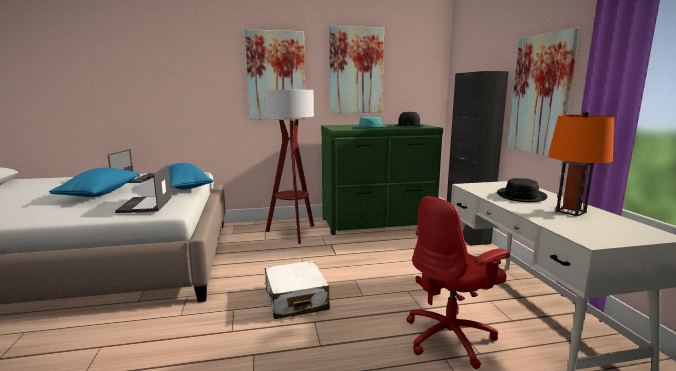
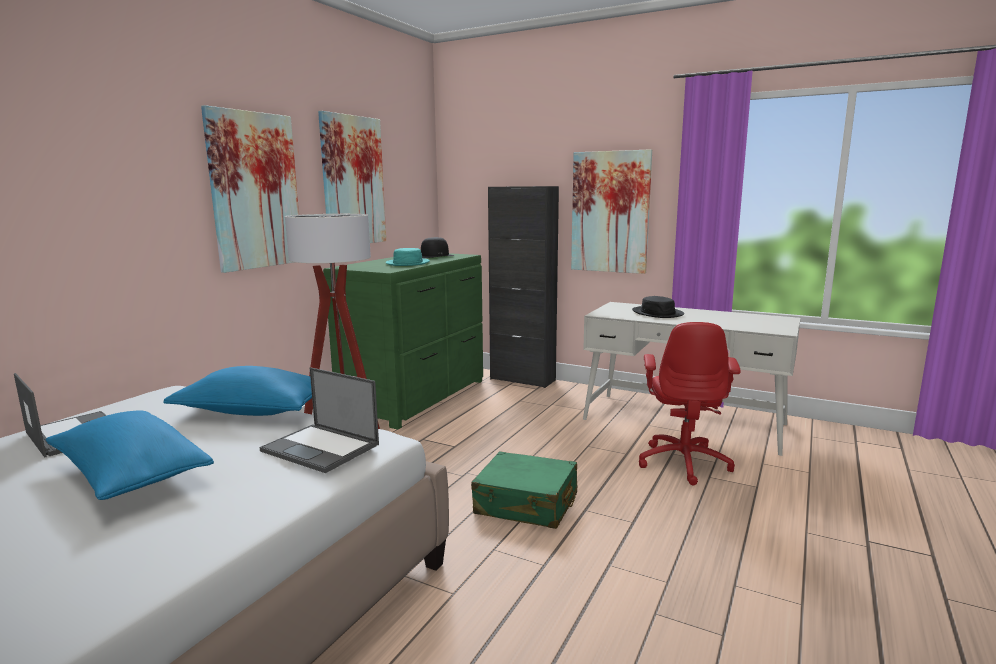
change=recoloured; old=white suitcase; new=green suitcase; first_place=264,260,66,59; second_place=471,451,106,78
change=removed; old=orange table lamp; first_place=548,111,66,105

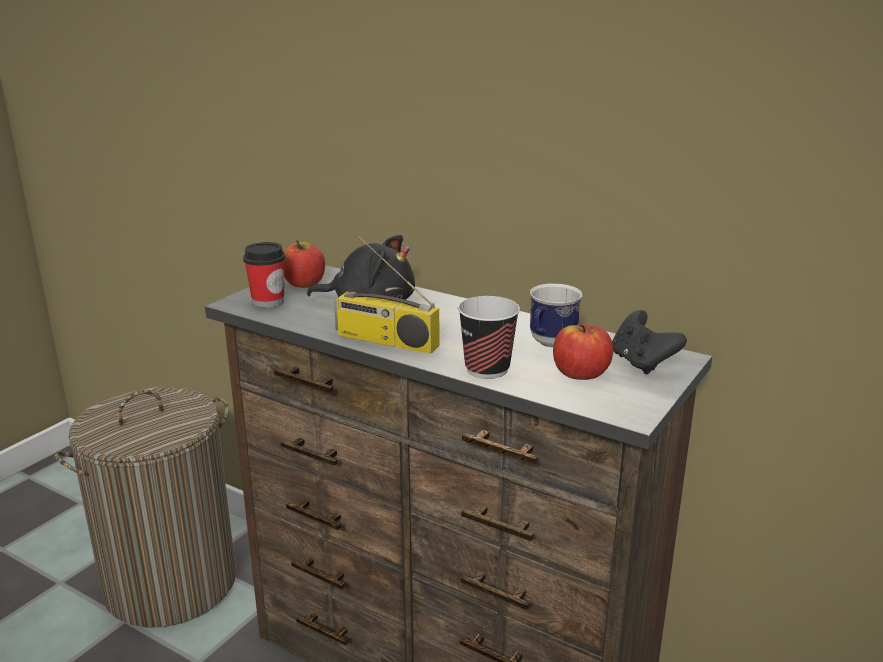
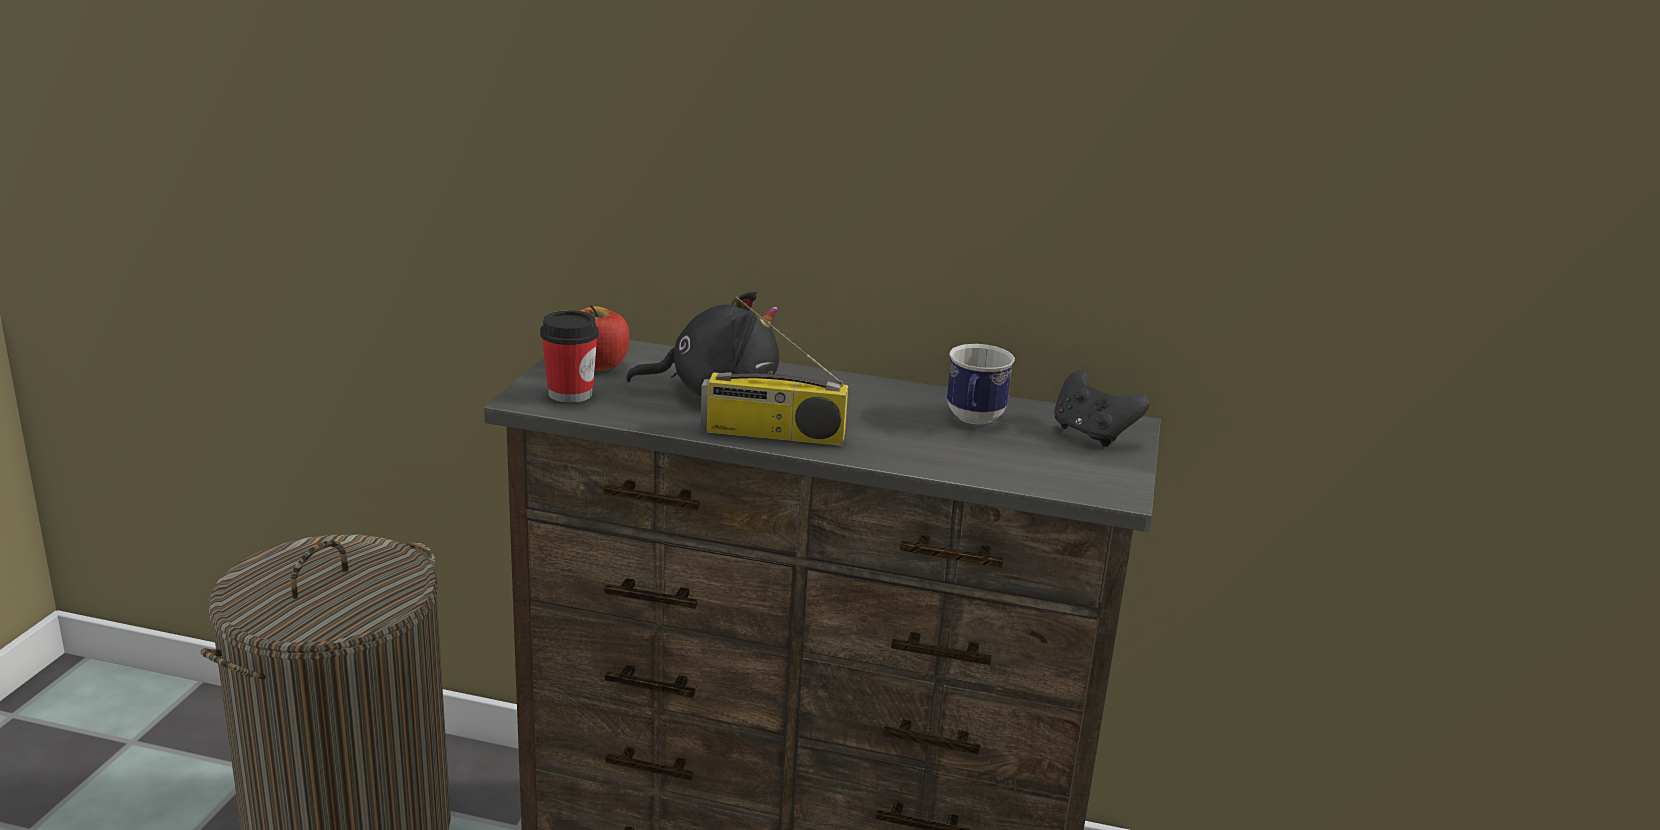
change=removed; old=cup; first_place=458,296,62,83
change=removed; old=apple; first_place=553,324,60,56

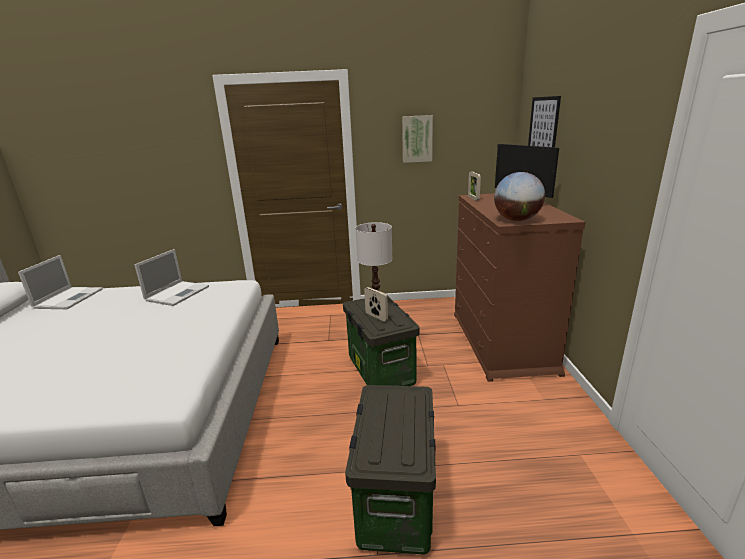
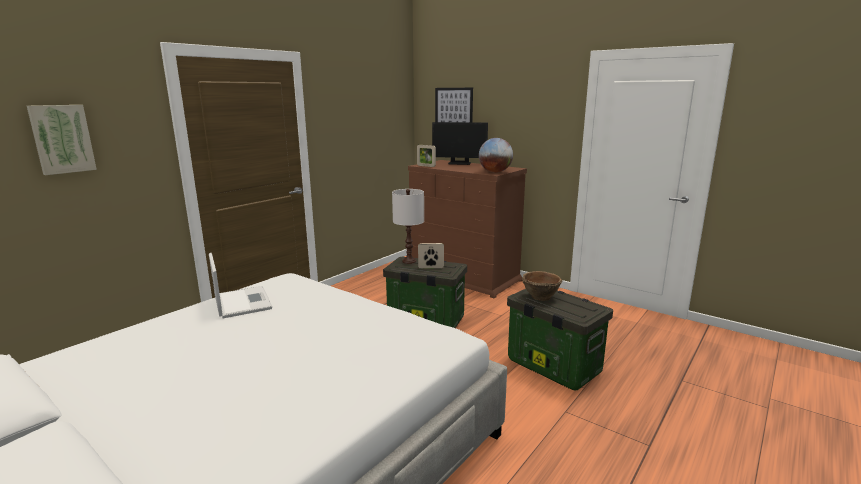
change=moved; old=picture; first_place=402,115,31,48; second_place=27,105,70,70
change=added; new=brown bowl; second_place=522,271,40,30
change=removed; old=laptop; first_place=18,255,85,54

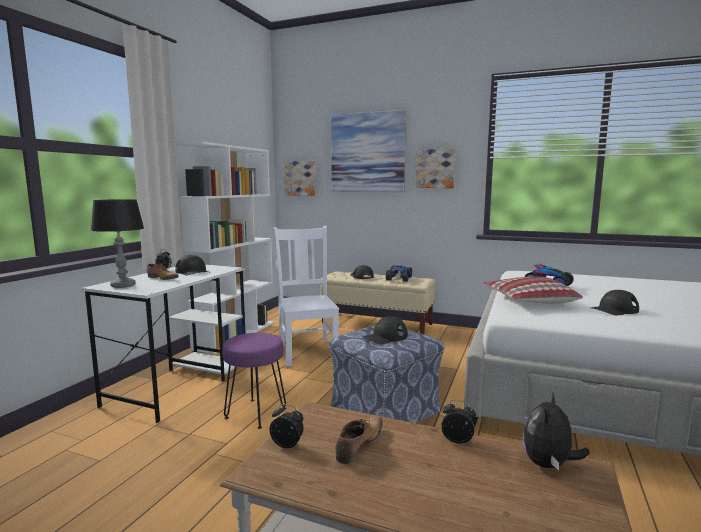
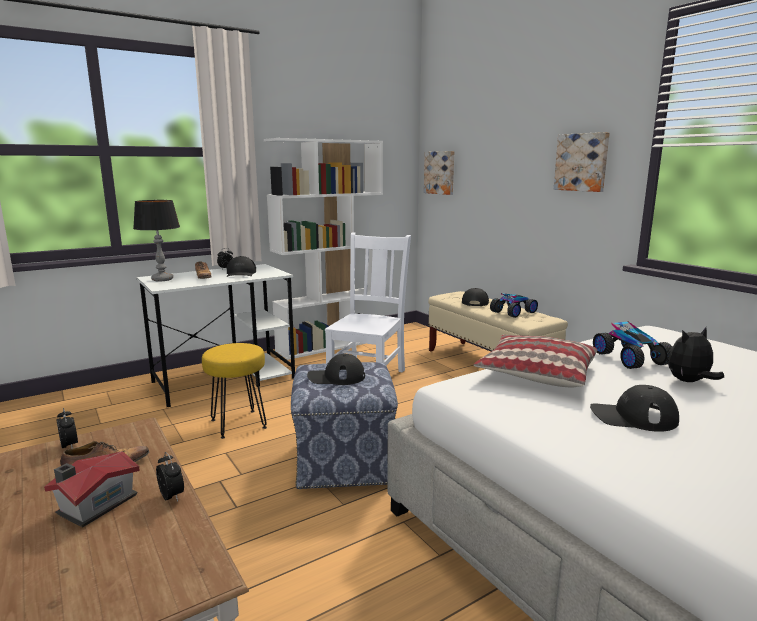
change=added; new=toy house; second_place=44,451,96,76
change=recoloured; old=purple stool; new=yellow stool; first_place=222,333,64,96; second_place=202,343,65,96
change=moved; old=plush toy; first_place=523,392,67,78; second_place=668,327,56,55
change=removed; old=picture; first_place=331,110,75,82

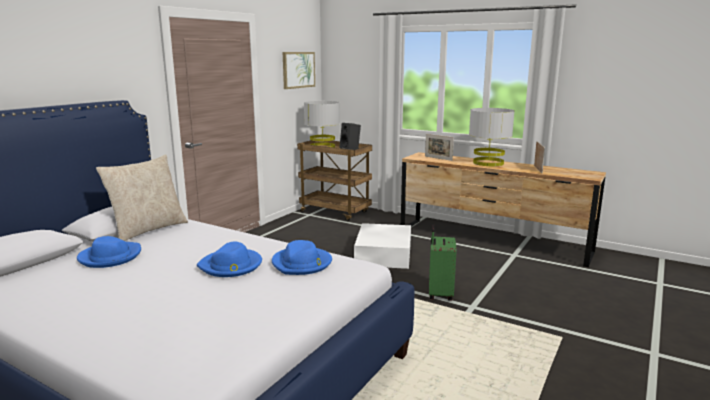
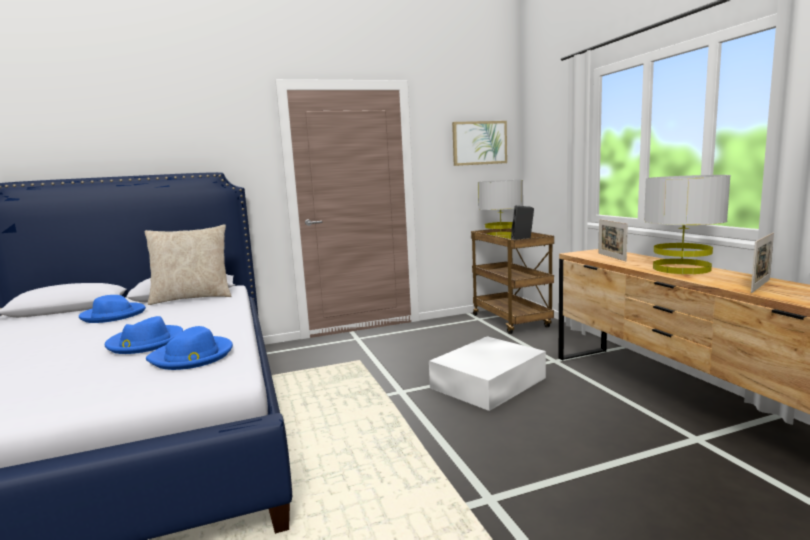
change=removed; old=green suitcase; first_place=429,224,28,77

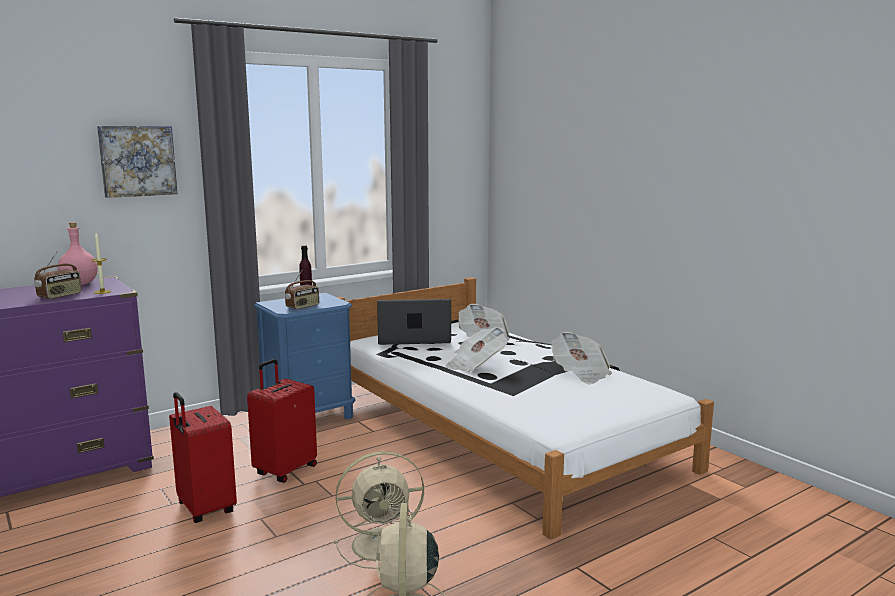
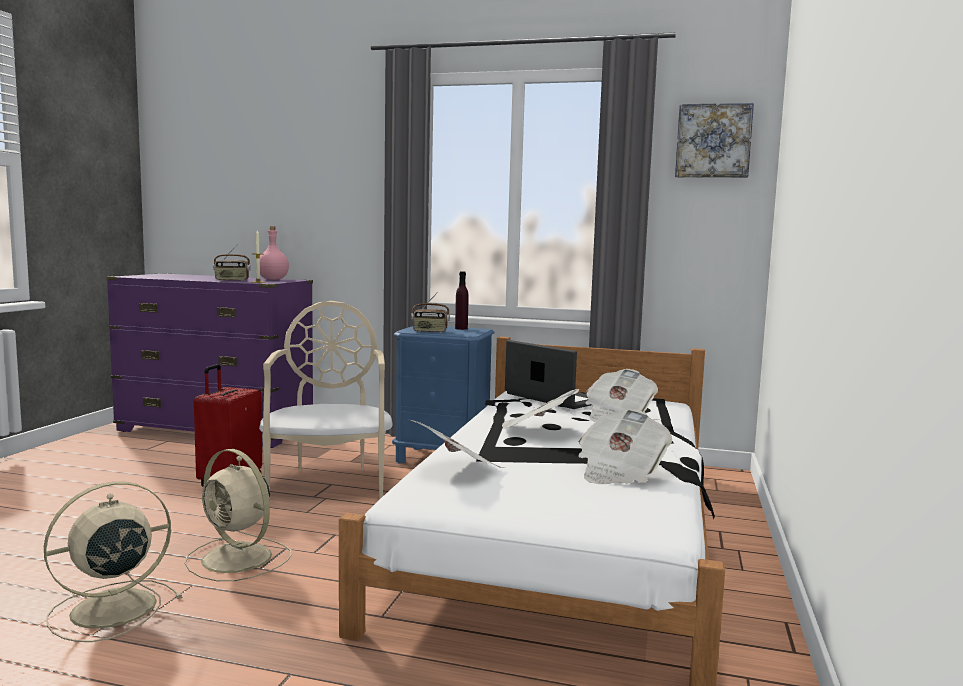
change=replaced; old=red suitcase; new=beige chair; first_place=247,359,70,124; second_place=259,301,134,199
change=added; new=newspaper; second_place=411,420,93,48
change=moved; old=picture; first_place=97,126,81,72; second_place=675,103,79,75

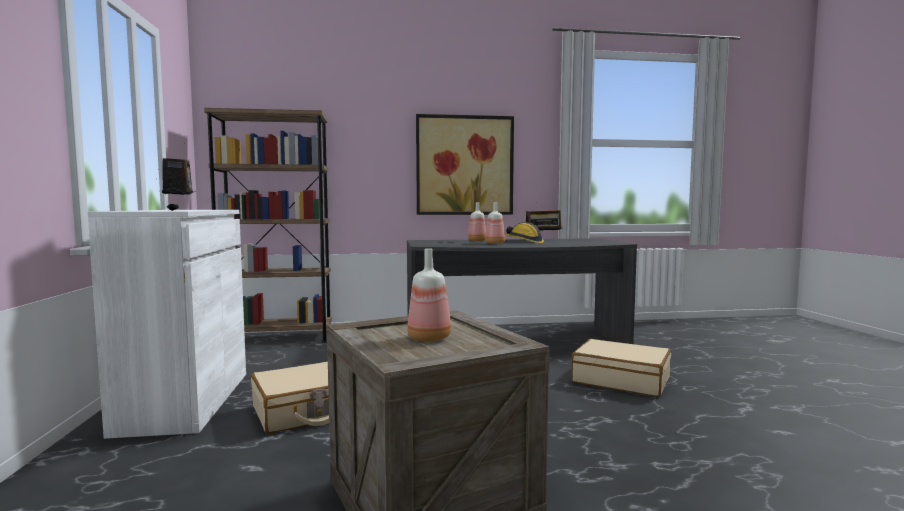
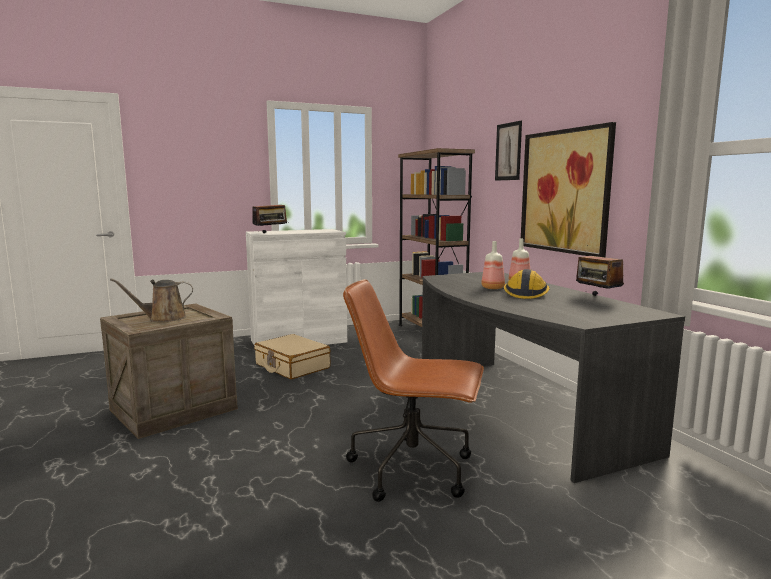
change=replaced; old=bottle; new=brown watering can; first_place=407,248,44,94; second_place=110,278,83,44
change=replaced; old=beige suitcase; new=brown office chair; first_place=571,339,100,58; second_place=343,279,141,223
change=added; new=picture; second_place=495,121,27,60

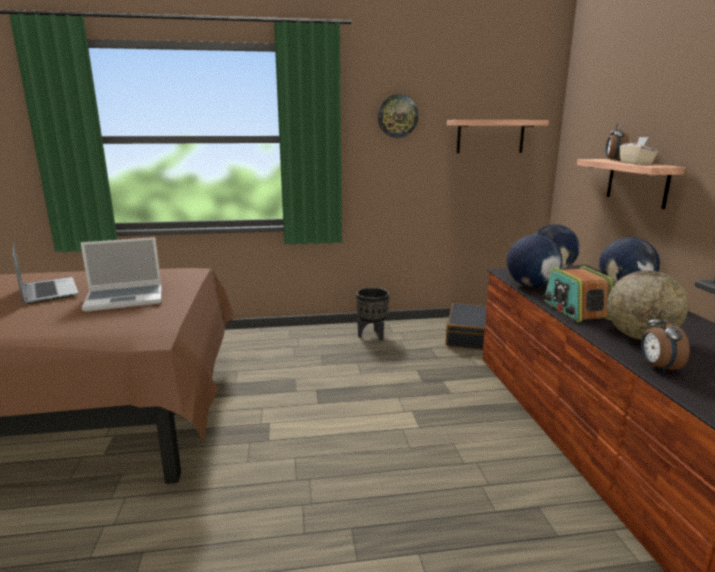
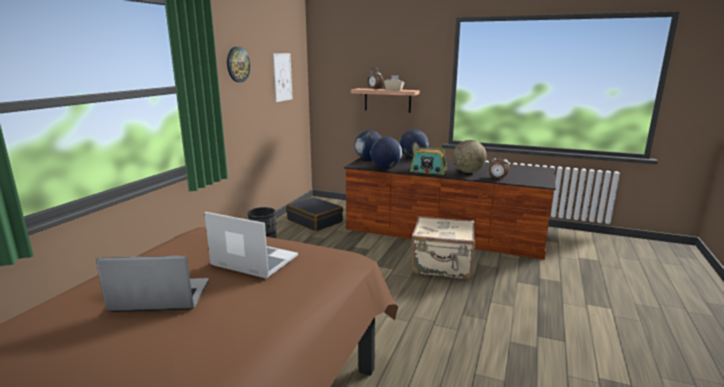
change=turned; old=laptop; first_place=80,237,82,75; second_place=204,212,94,67; degrees=-75
change=replaced; old=shelf; new=picture; first_place=447,120,102,33; second_place=273,53,20,49
change=added; new=beige suitcase; second_place=411,216,64,64

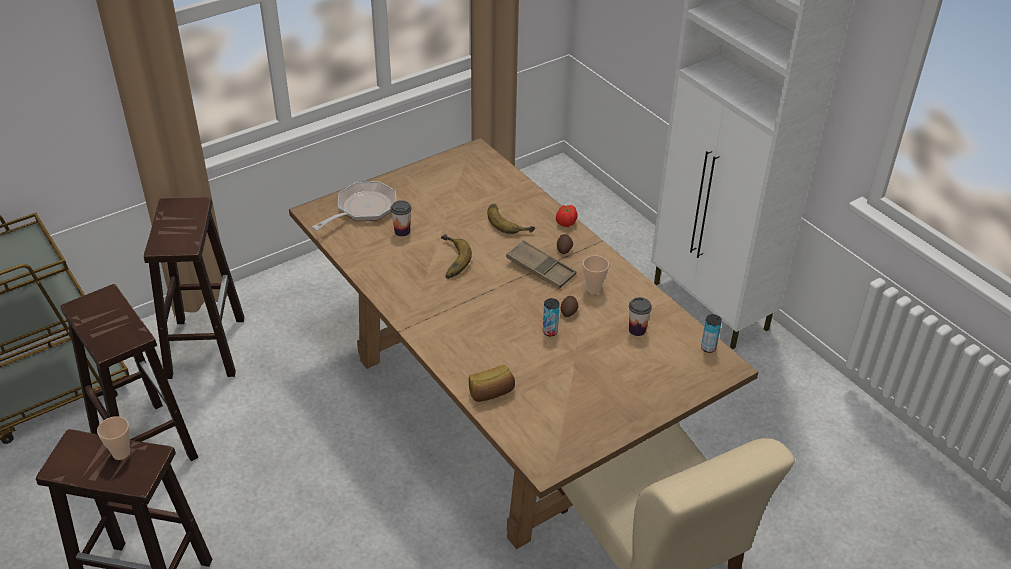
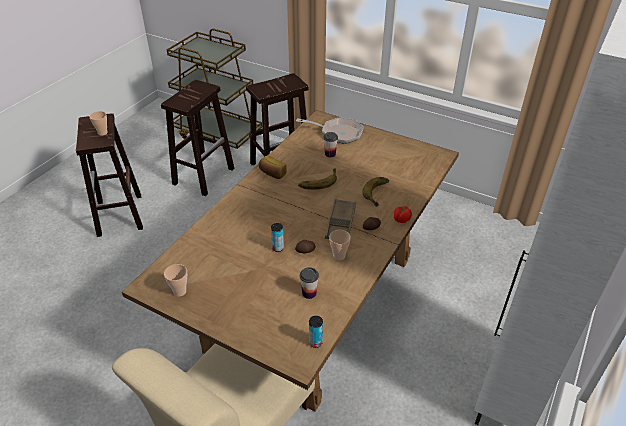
change=added; new=cup; second_place=164,264,23,33
change=moved; old=bread; first_place=469,365,46,37; second_place=258,155,29,24

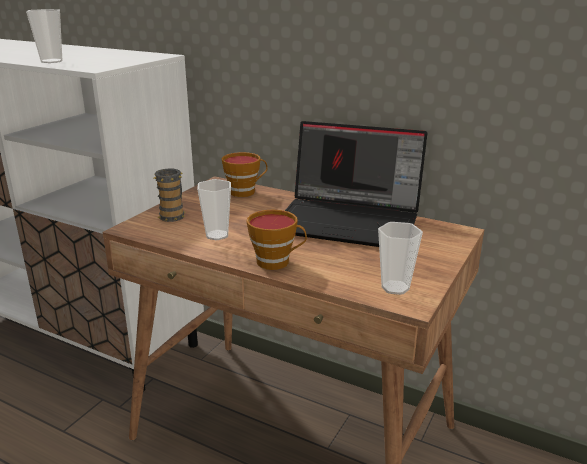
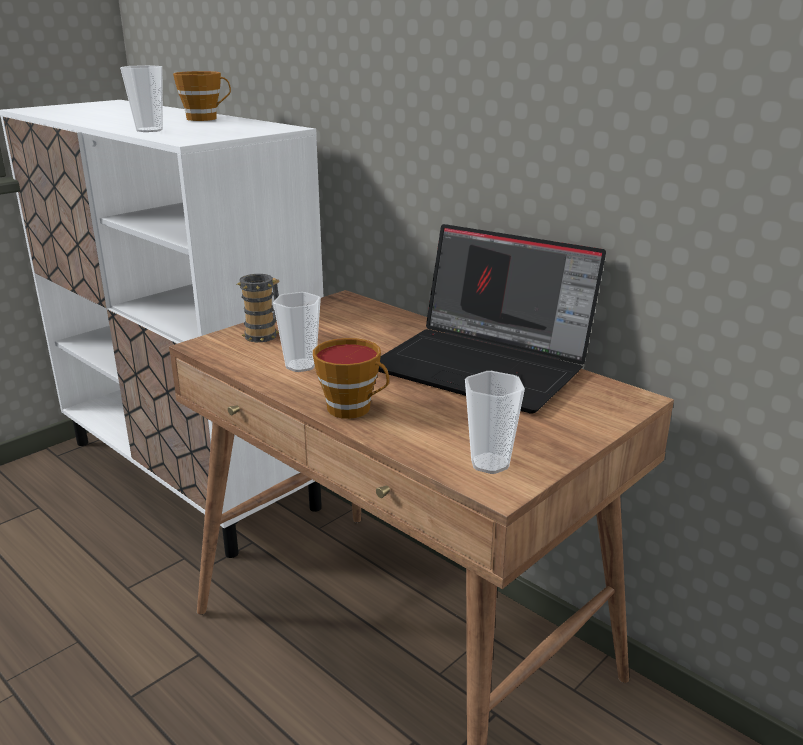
change=moved; old=cup; first_place=221,152,47,45; second_place=173,71,58,50

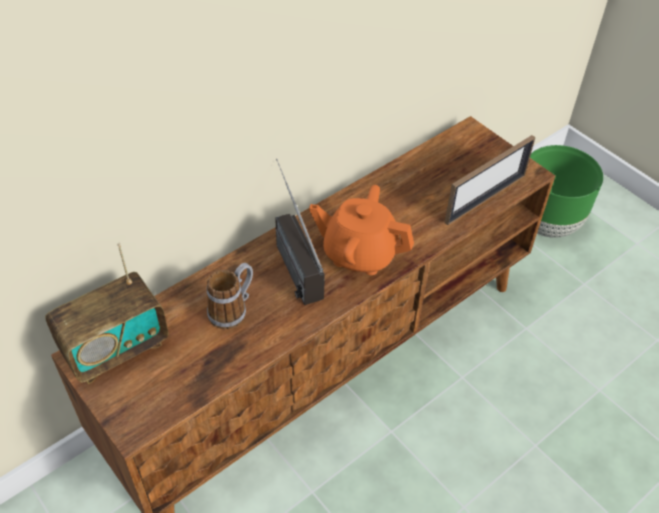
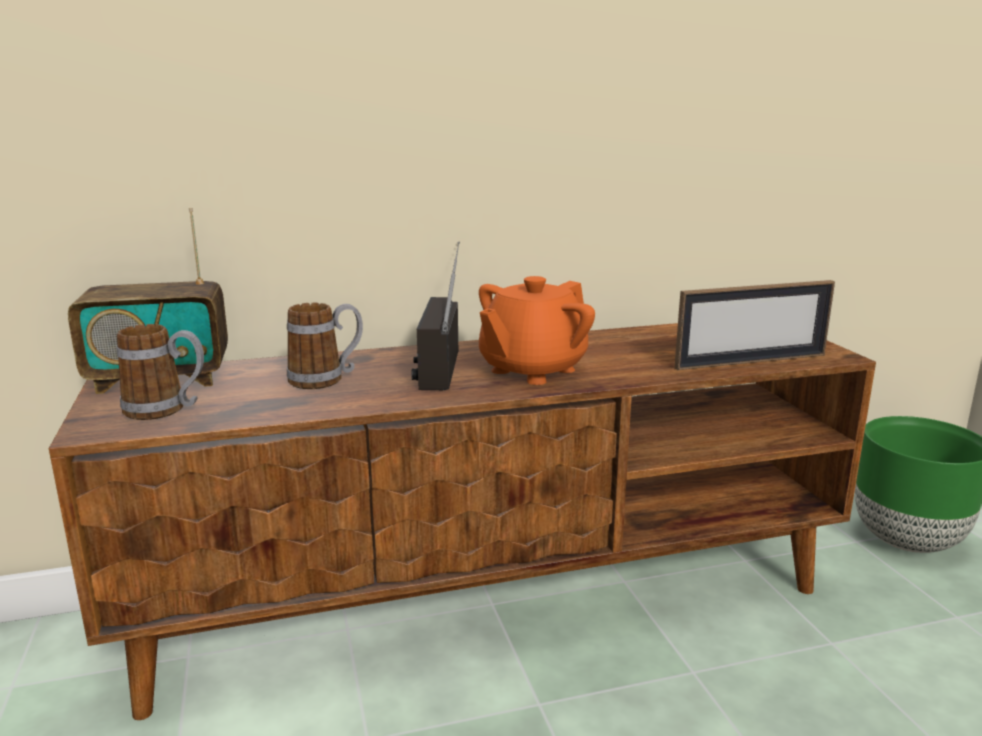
change=added; new=mug; second_place=116,324,88,96
change=turned; old=orange teapot; first_place=309,185,105,90; second_place=479,276,116,109; degrees=-90

